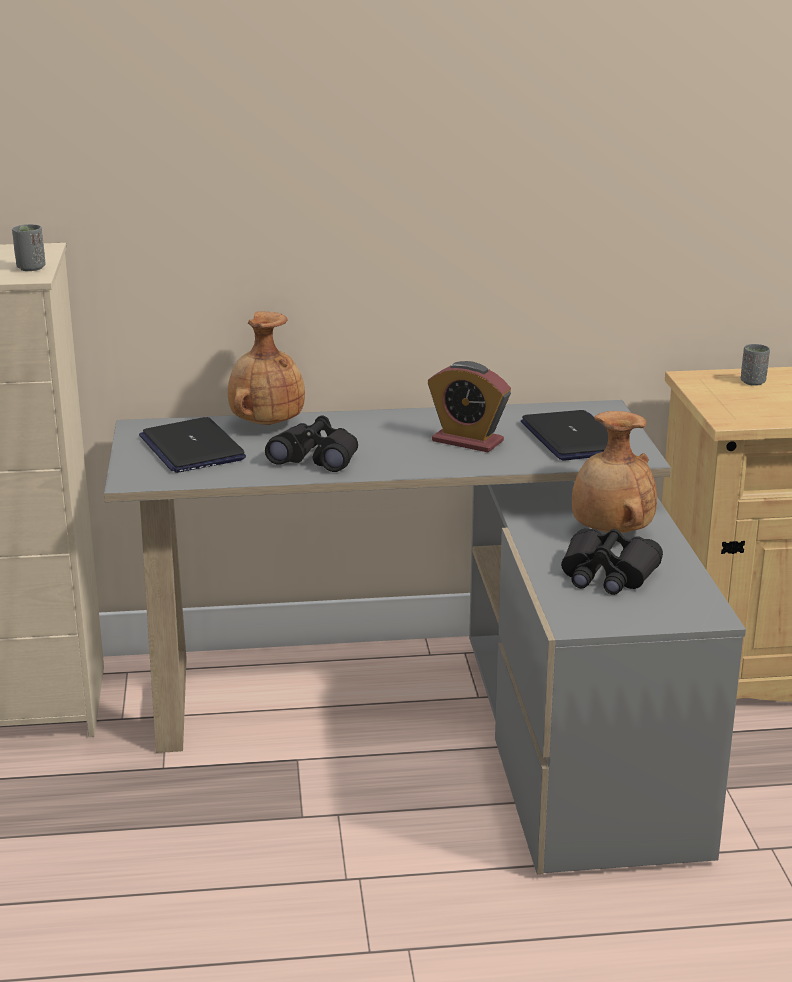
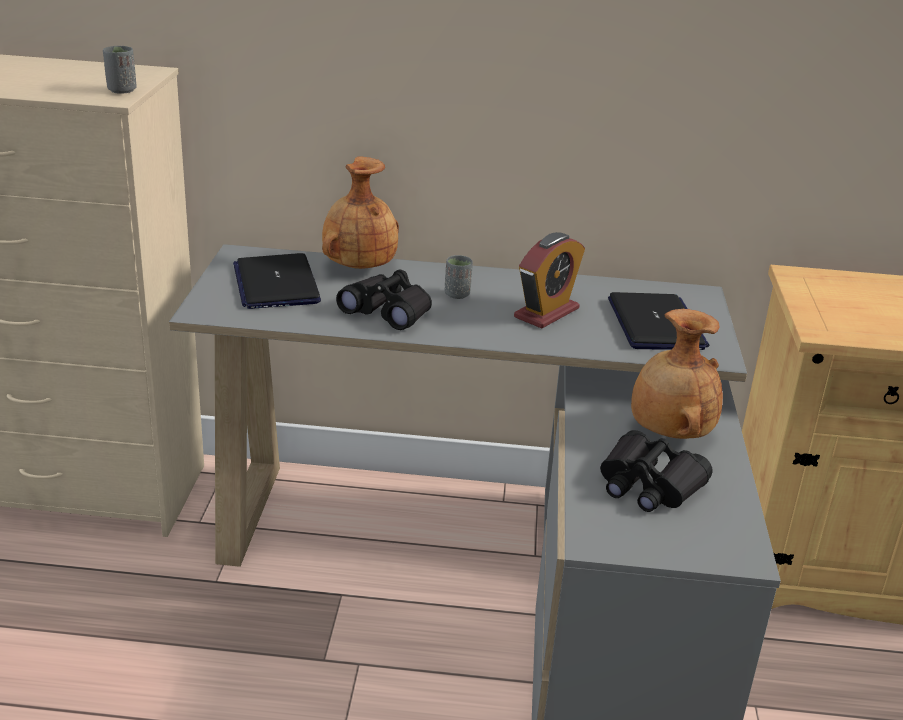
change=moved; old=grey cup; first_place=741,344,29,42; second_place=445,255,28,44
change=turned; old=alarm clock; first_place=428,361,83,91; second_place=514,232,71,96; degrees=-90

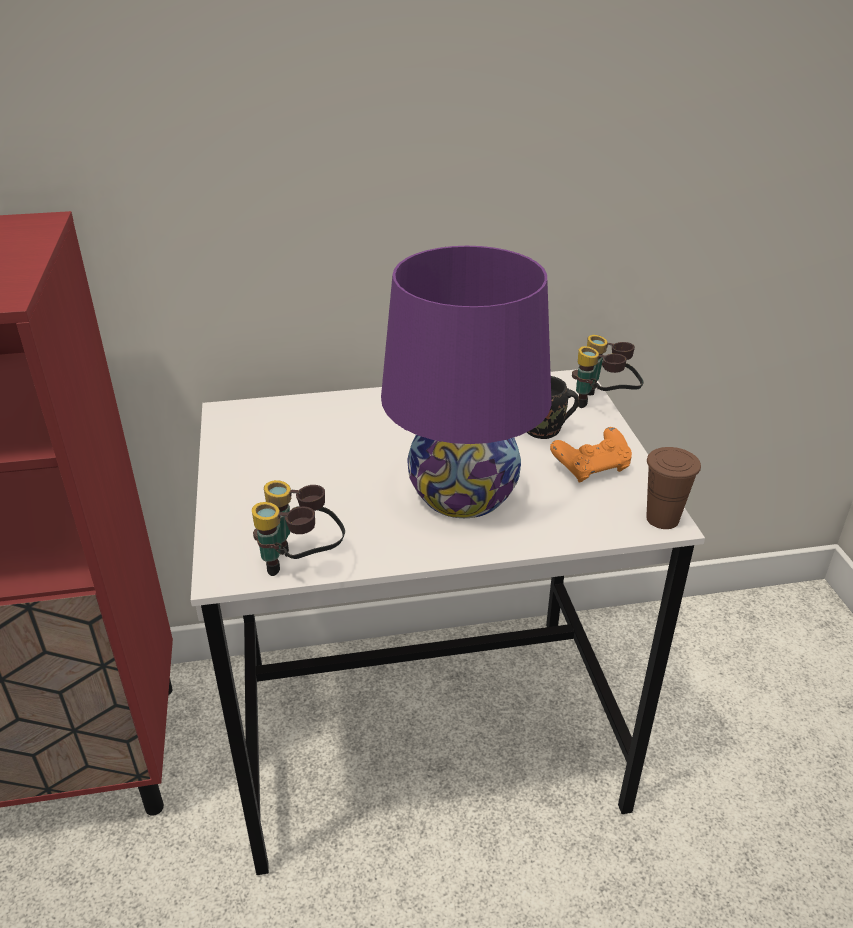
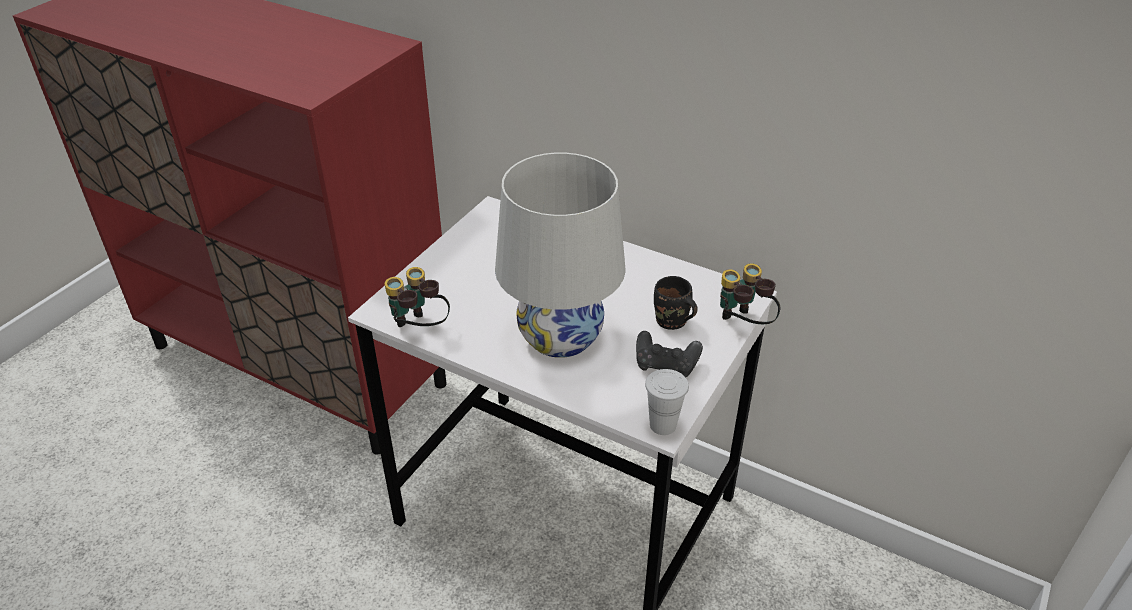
change=recoloured; old=purple table lamp; new=white table lamp; first_place=381,246,171,272; second_place=495,153,131,205
change=recoloured; old=orange game controller; new=black game controller; first_place=550,427,82,56; second_place=636,331,67,46
change=recoloured; old=brown cup; new=white cup; first_place=646,447,55,82; second_place=645,369,44,66

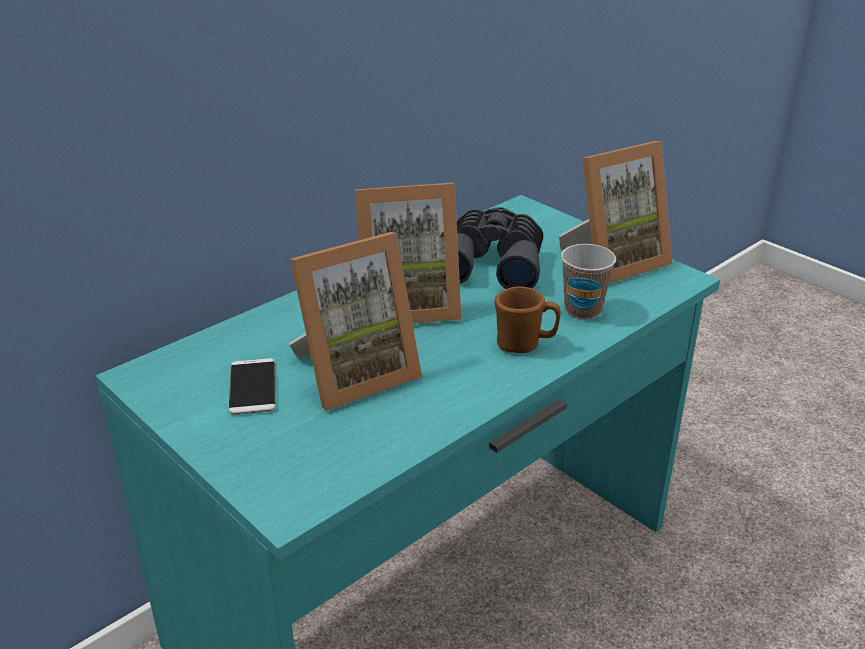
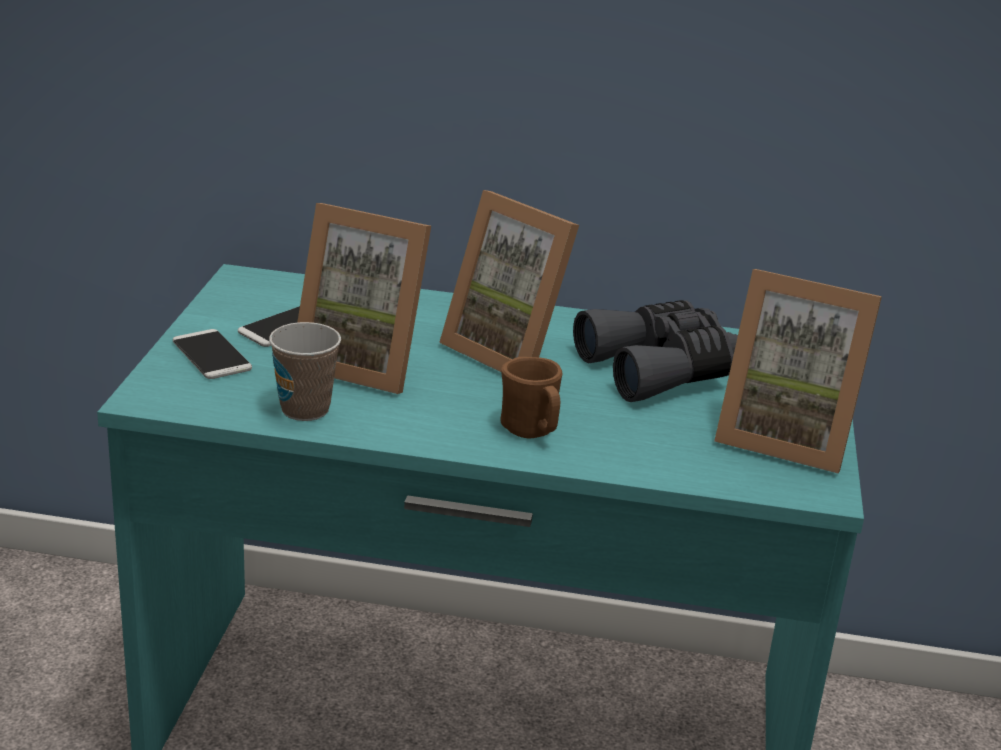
change=added; new=phone; second_place=173,329,79,50
change=moved; old=cup; first_place=561,244,55,76; second_place=269,322,72,99

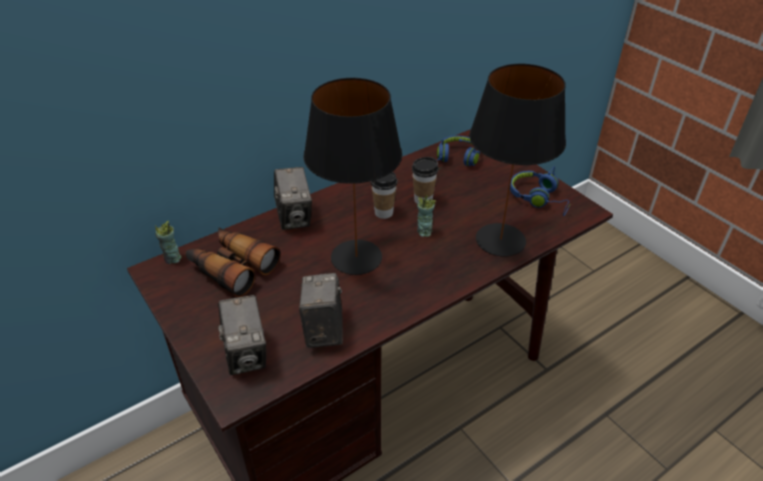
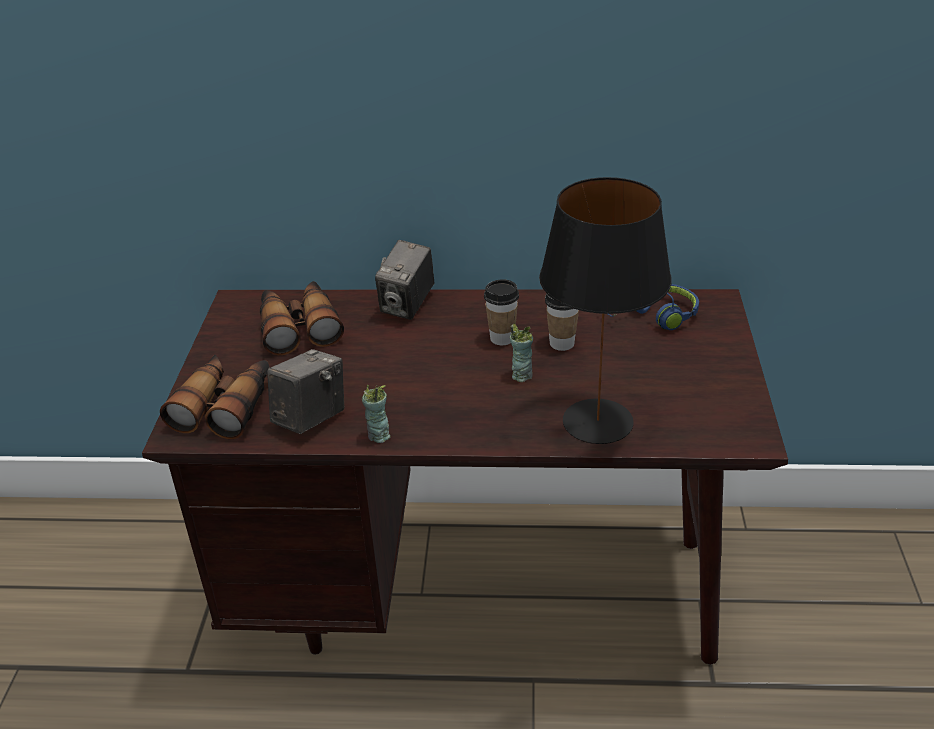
change=replaced; old=photo camera; new=binoculars; first_place=218,295,48,80; second_place=160,355,109,84
change=moved; old=cup; first_place=155,221,27,43; second_place=362,384,29,59
change=removed; old=black table lamp; first_place=303,78,99,197
change=removed; old=blue headphones; first_place=510,167,61,49

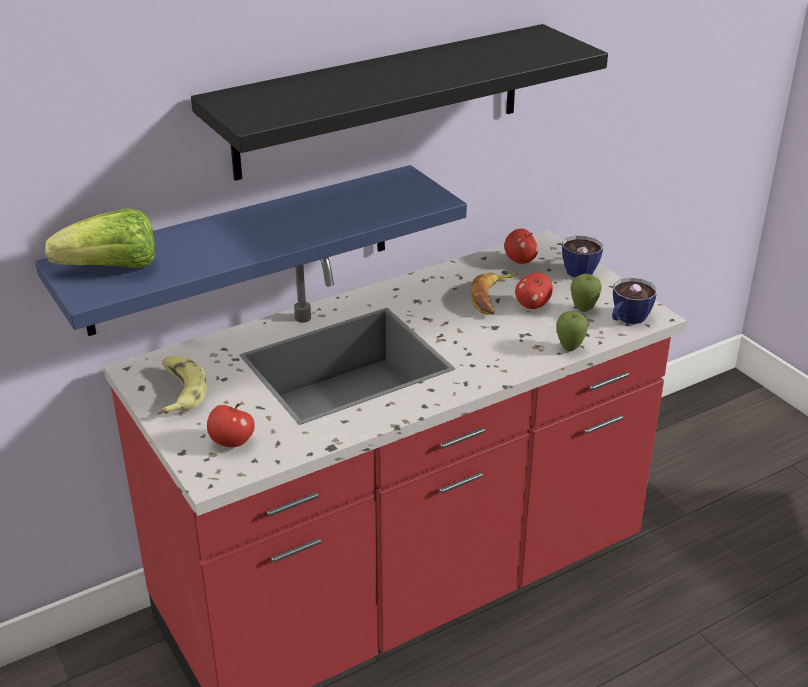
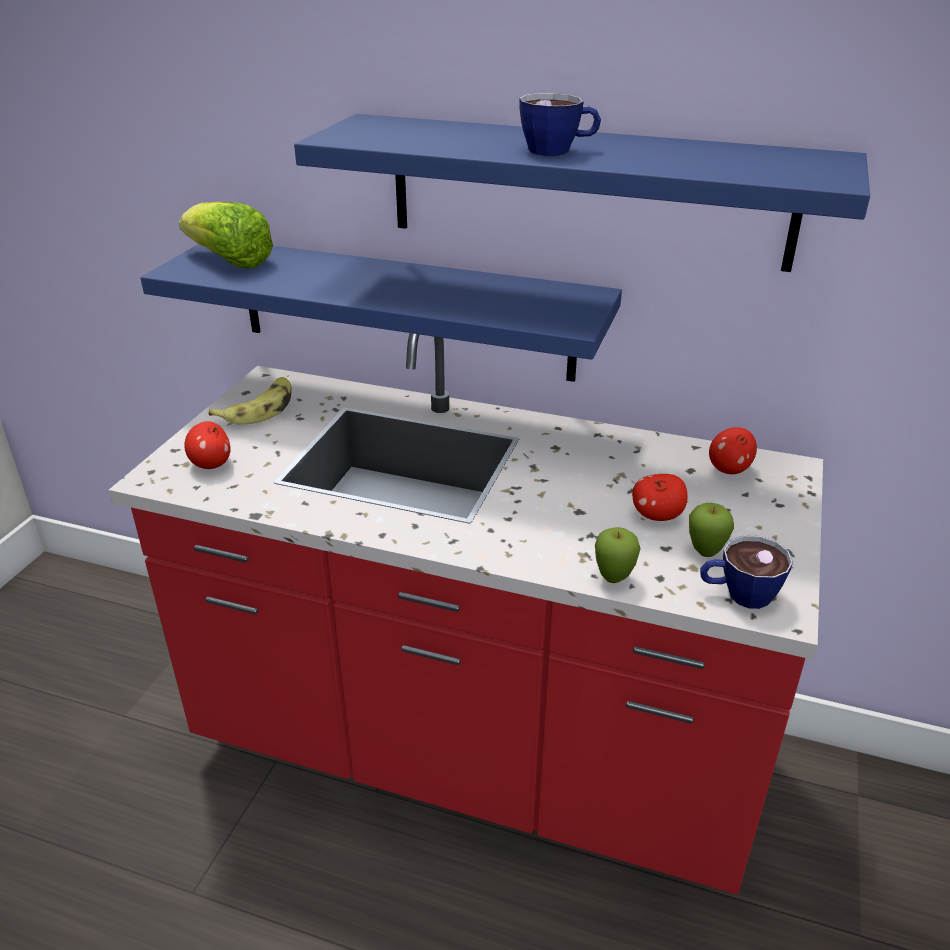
change=recoloured; old=black shelf; new=blue shelf; first_place=191,24,417,157; second_place=294,114,576,158
change=moved; old=cup; first_place=562,236,41,41; second_place=519,93,82,63
change=removed; old=banana; first_place=471,273,46,42

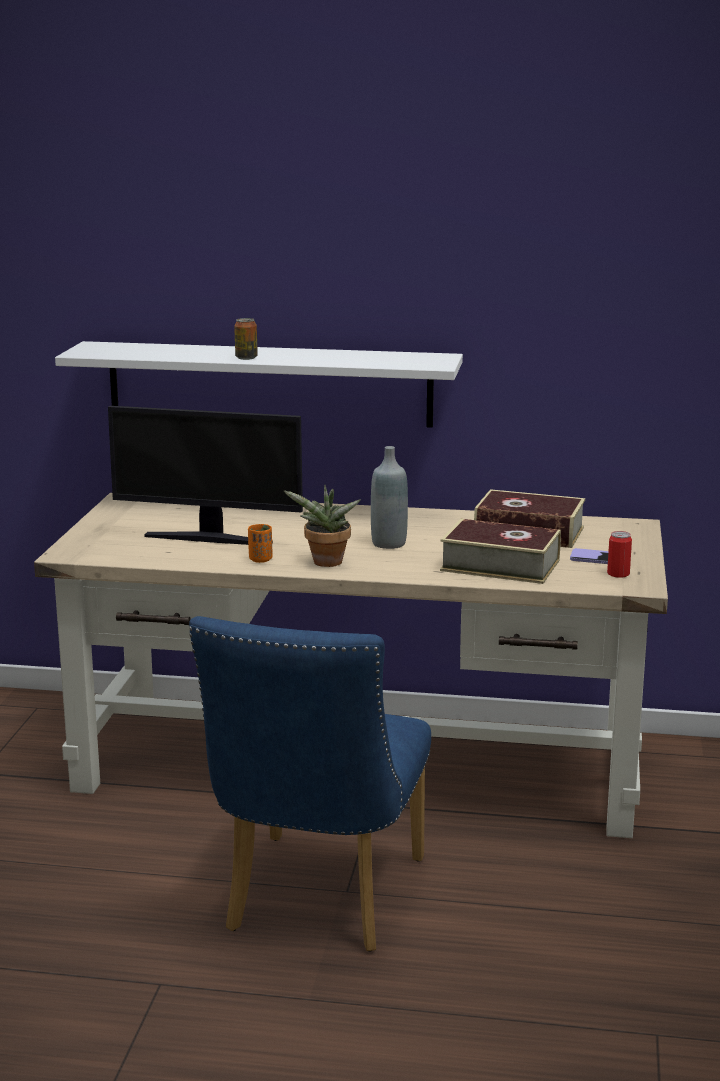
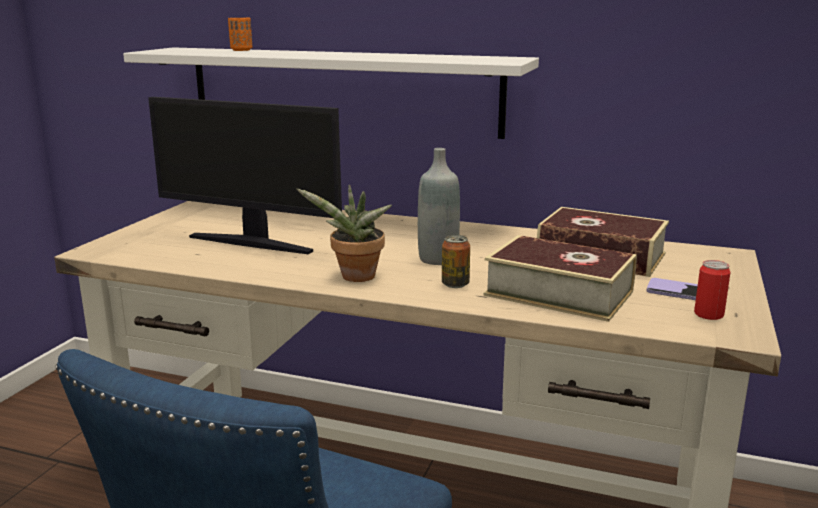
change=moved; old=orange cup; first_place=248,524,25,39; second_place=228,17,24,34
change=moved; old=can; first_place=234,318,24,42; second_place=442,235,28,53

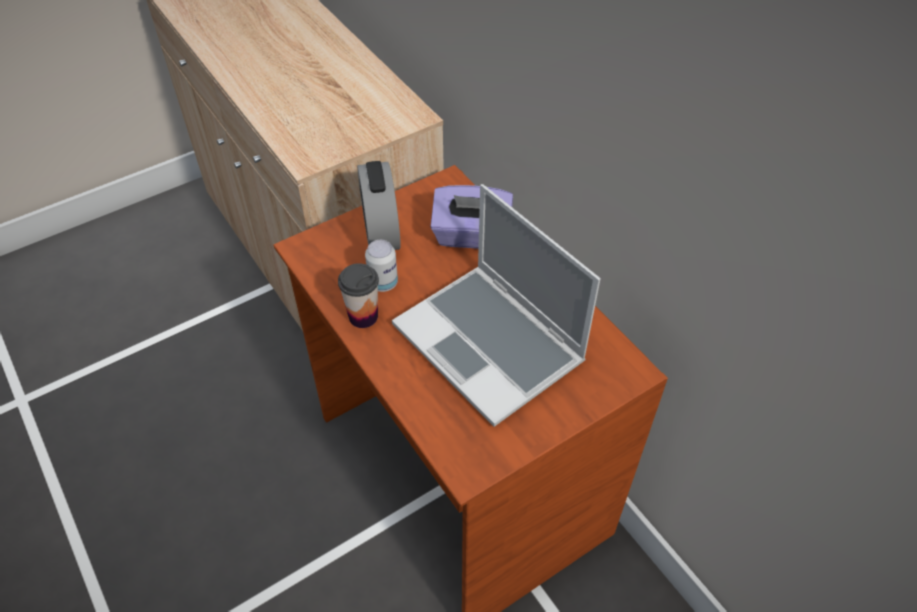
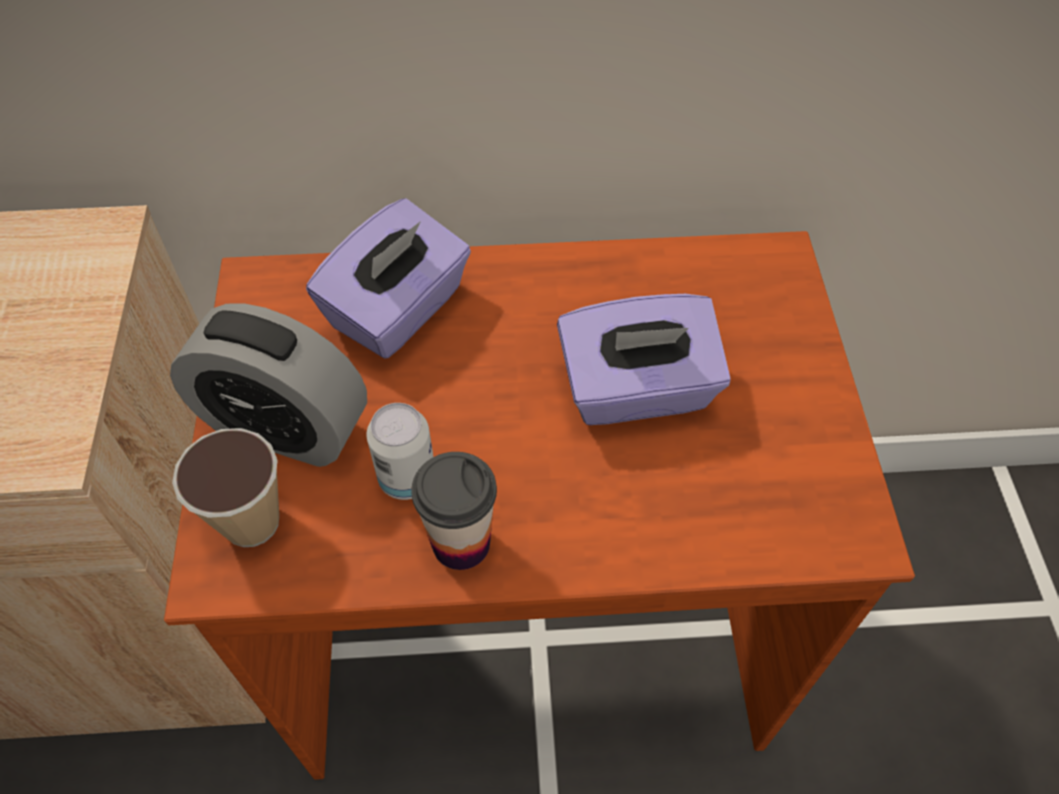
change=added; new=cup; second_place=172,428,107,119
change=replaced; old=laptop; new=purple tissue box; first_place=392,184,209,243; second_place=557,294,174,131

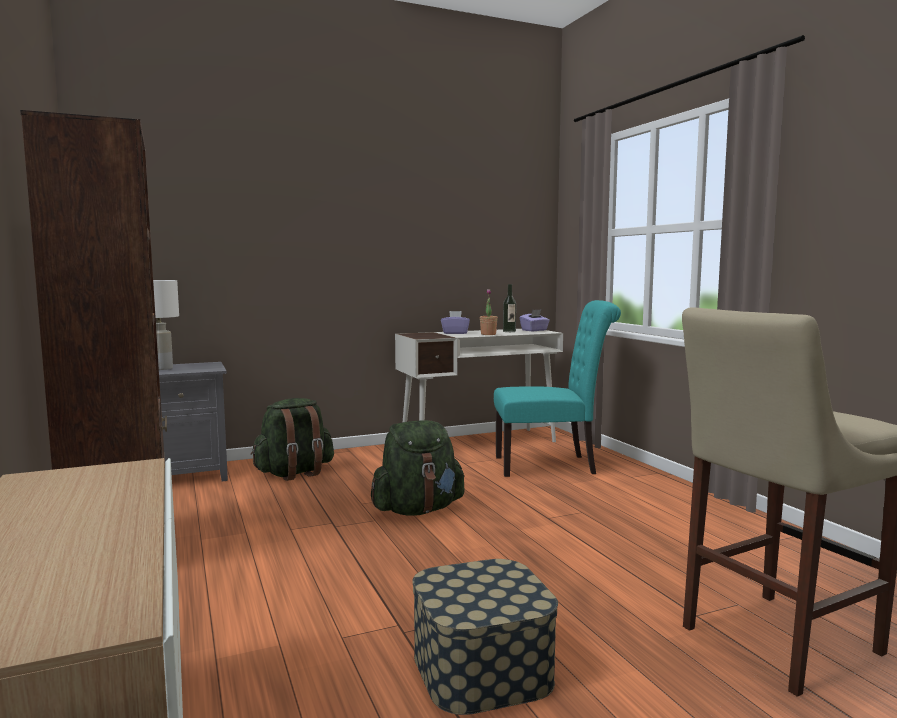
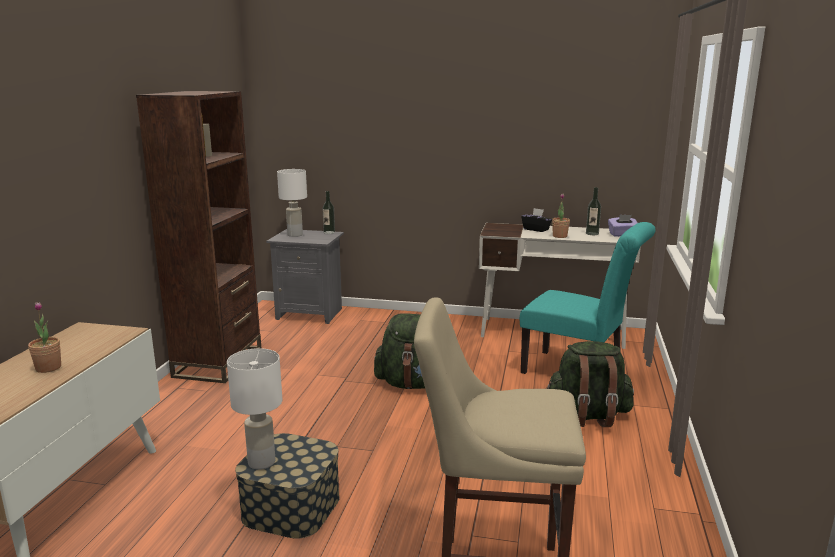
change=added; new=potted plant; second_place=28,302,33,71
change=added; new=white table lamp; second_place=227,348,55,122
change=added; new=bottle; second_place=323,191,12,43
change=recoloured; old=purple tissue box; new=black tissue box; first_place=441,311,29,23; second_place=522,208,30,24
change=moved; old=green backpack; first_place=251,398,83,83; second_place=546,341,88,86

